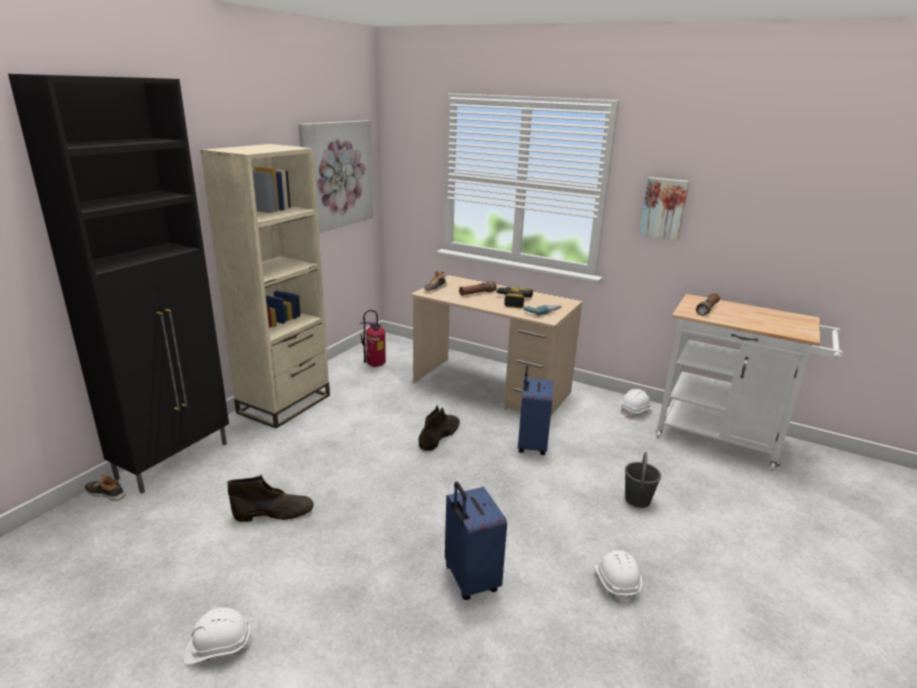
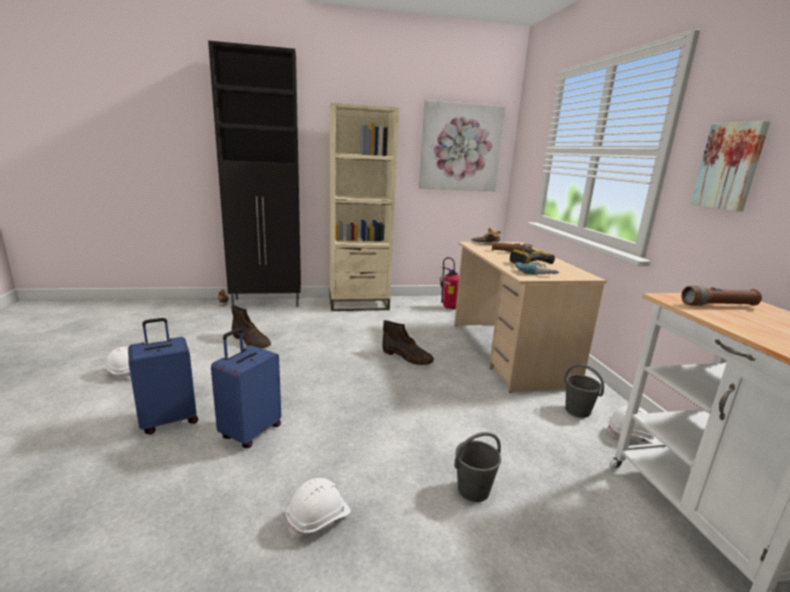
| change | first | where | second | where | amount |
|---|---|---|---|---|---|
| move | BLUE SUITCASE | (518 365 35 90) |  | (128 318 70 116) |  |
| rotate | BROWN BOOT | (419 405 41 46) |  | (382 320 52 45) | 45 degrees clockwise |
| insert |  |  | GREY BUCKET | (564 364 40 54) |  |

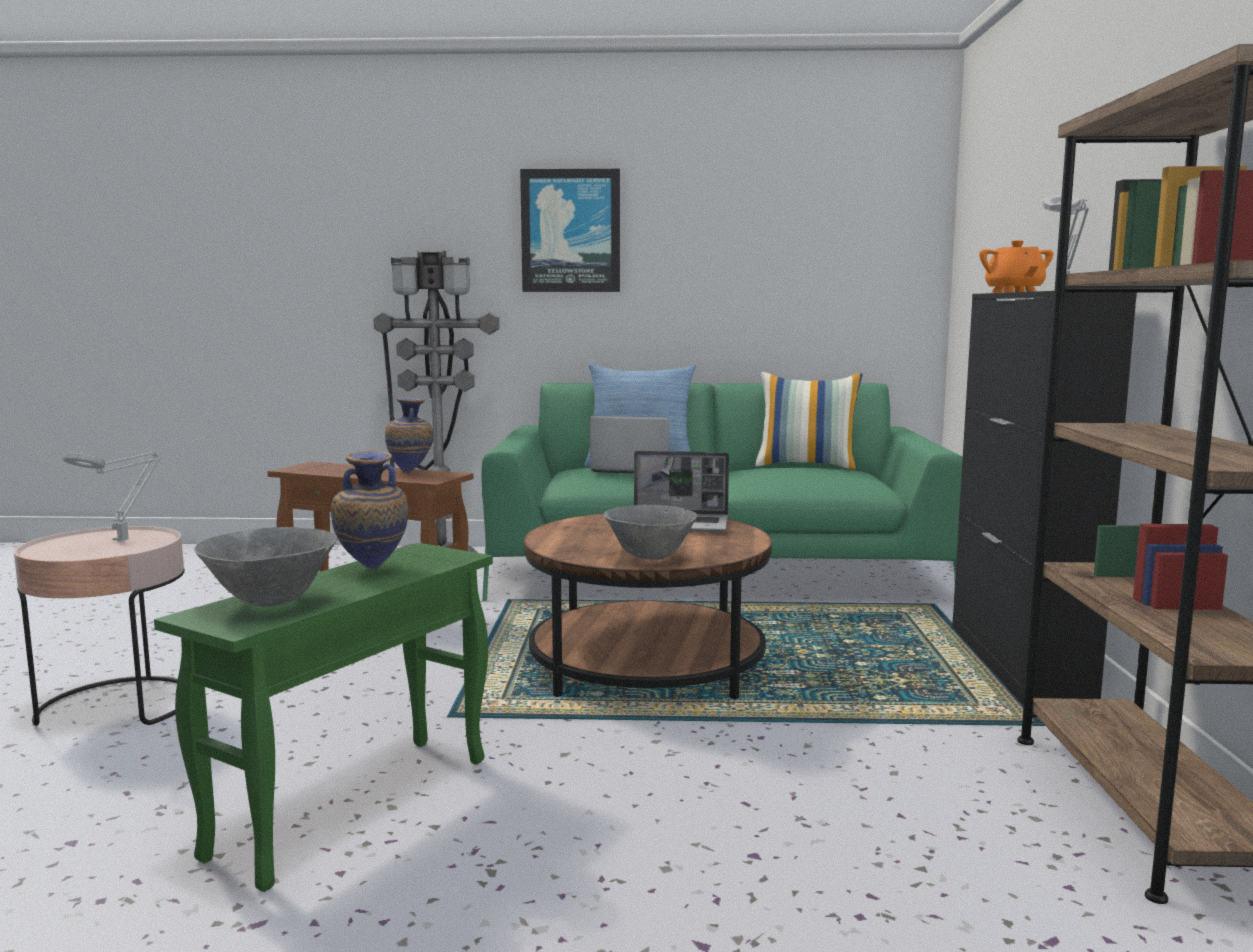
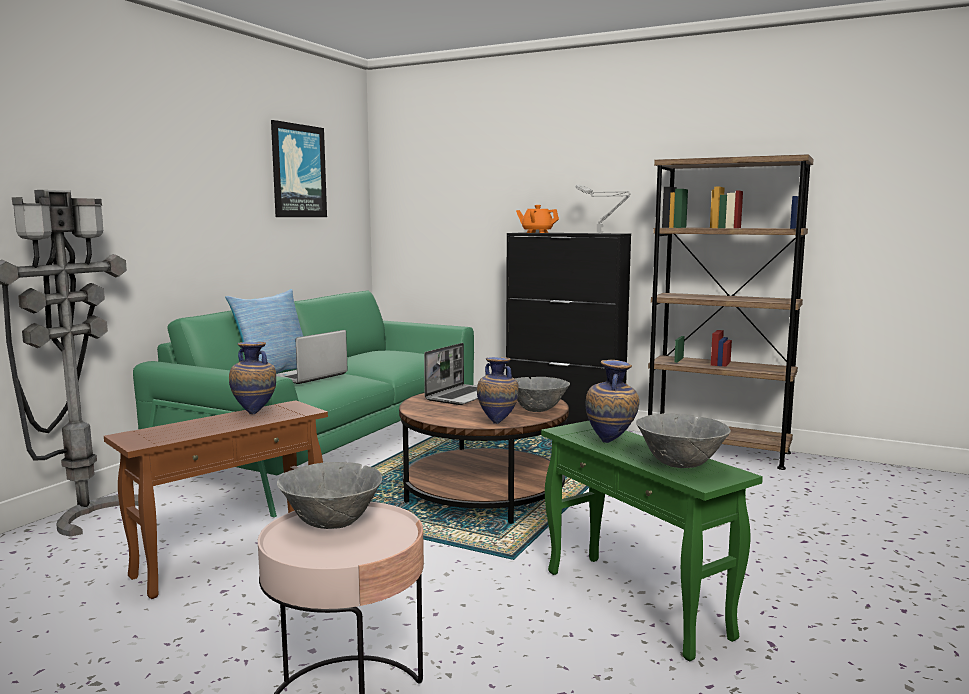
| change | first | where | second | where | amount |
|---|---|---|---|---|---|
| move | PICTURE | (520 169 100 123) |  | (271 120 56 97) |  |
| replace | GREY TABLE LAMP | (63 452 98 89) | GREY BOWL | (277 462 105 67) |  |
| insert |  |  | VASE | (477 357 42 67) |  |
| delete | PILLOW | (755 372 108 98) |  |  |  |

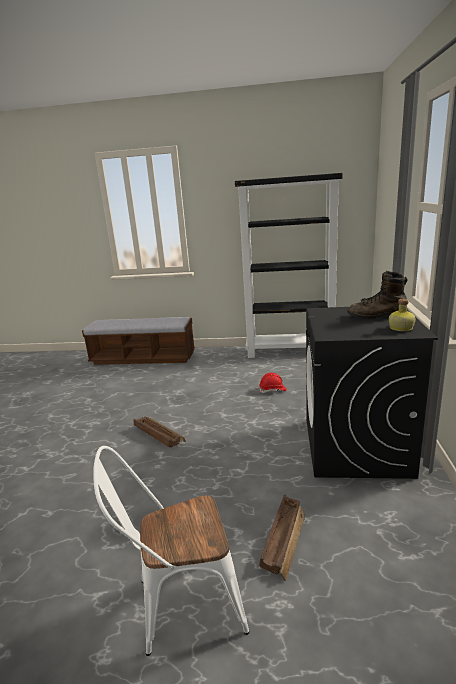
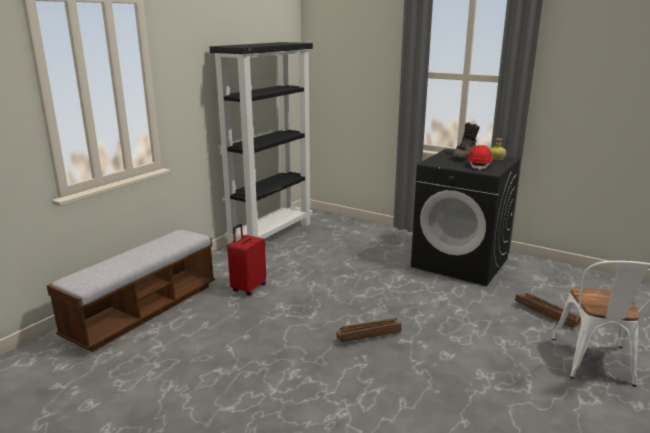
| change | first | where | second | where | amount |
|---|---|---|---|---|---|
| insert |  |  | RED SUITCASE | (227 224 39 71) |  |
| move | RED HARD HAT | (259 373 28 20) |  | (468 145 25 25) |  |

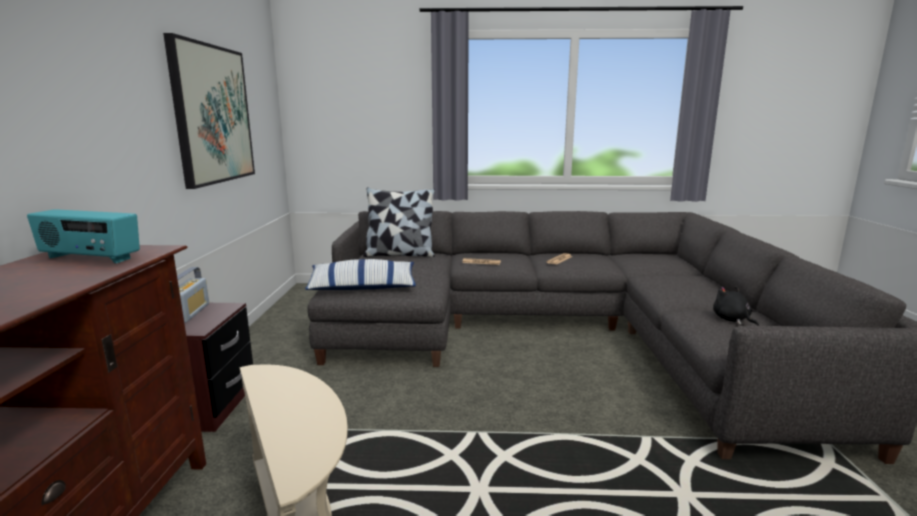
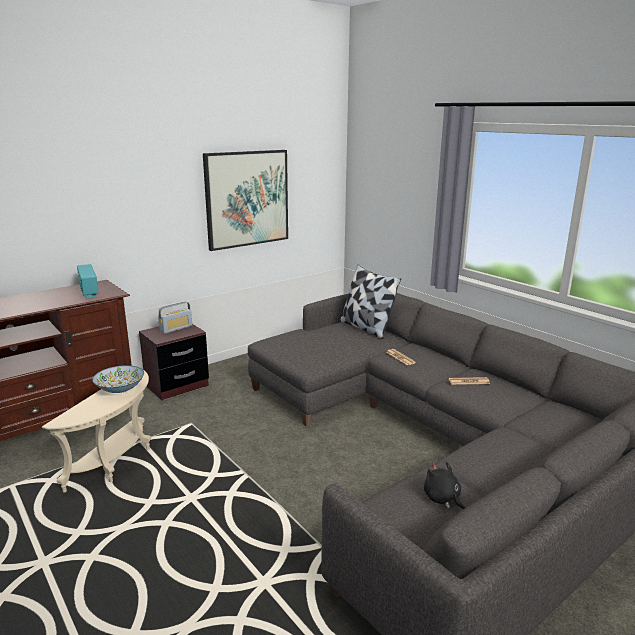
| change | first | where | second | where | amount |
|---|---|---|---|---|---|
| insert |  |  | BOWL | (92 365 52 28) |  |
| rotate | BLACK PLUSH TOY | (713 286 46 40) |  | (424 462 41 47) | 60 degrees counterclockwise |
| delete | PILLOW | (305 259 111 31) |  |  |  |

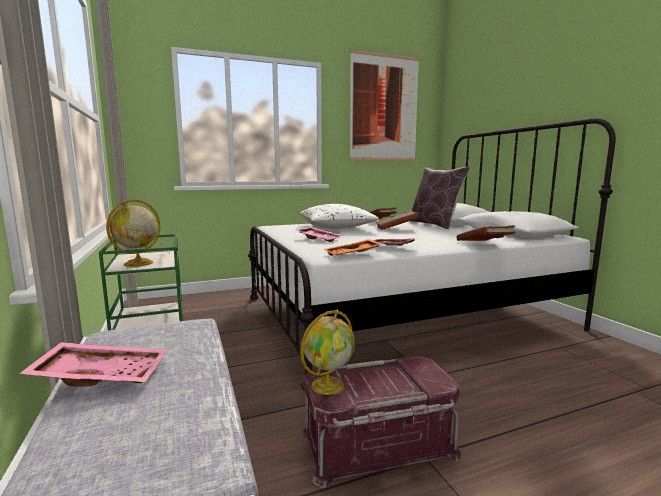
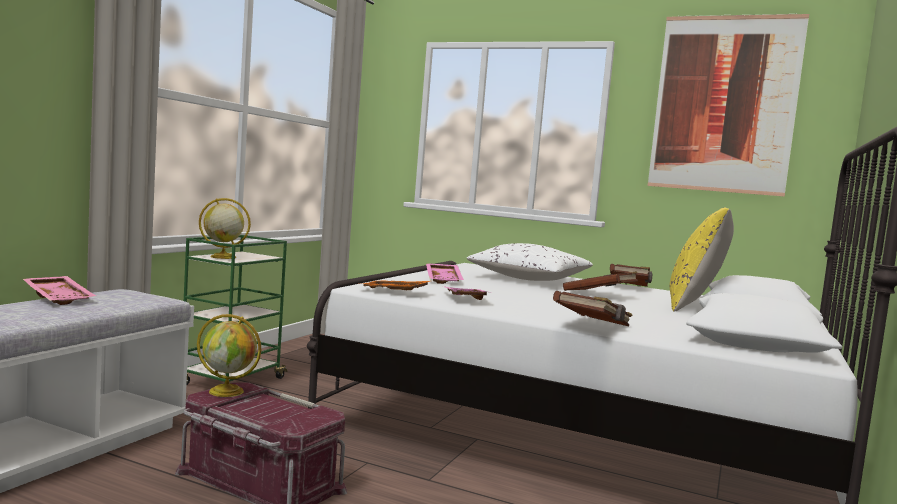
| change | first | where | second | where | amount |
|---|---|---|---|---|---|
| recolor | BROWN PILLOW | (411 167 59 62) | YELLOW PILLOW | (669 208 65 104) |  |

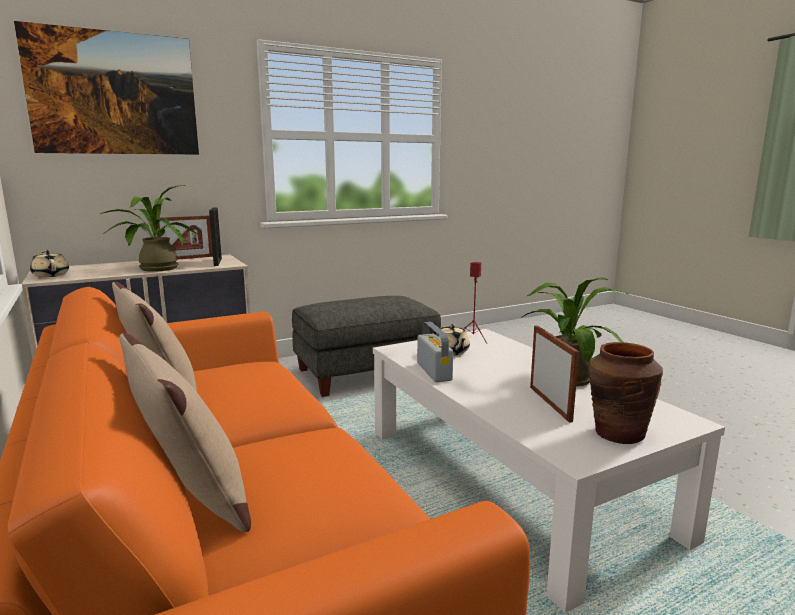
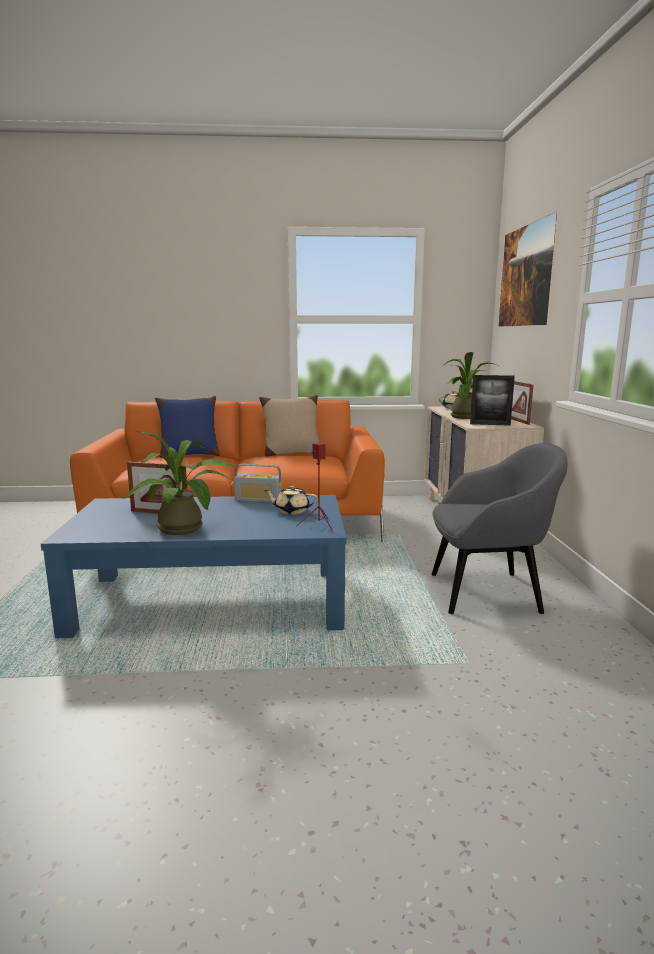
| change | first | where | second | where | amount |
|---|---|---|---|---|---|
| recolor | WHITE COFFEE TABLE | (373 329 352 284) | BLUE COFFEE TABLE | (41 495 306 143) |  |
| recolor | BEIGE PILLOW | (120 333 131 199) | BLUE PILLOW | (155 396 65 62) |  |
| replace | GREY OTTOMAN | (292 296 149 101) | GREY ARMCHAIR | (432 443 135 171) |  |
| delete | BROWN VASE | (589 342 74 102) |  |  |  |

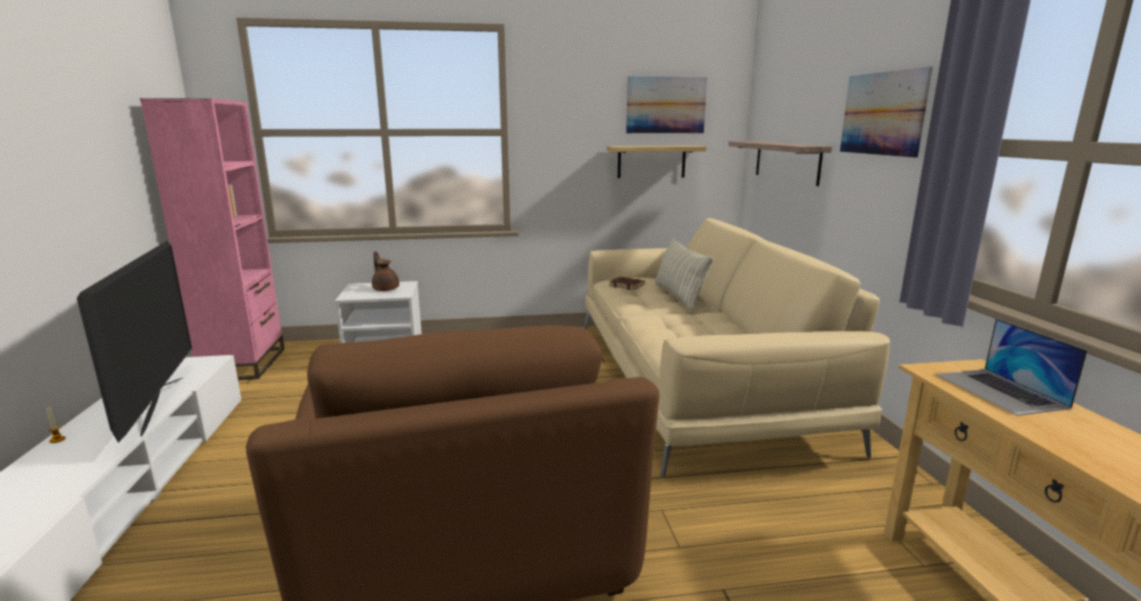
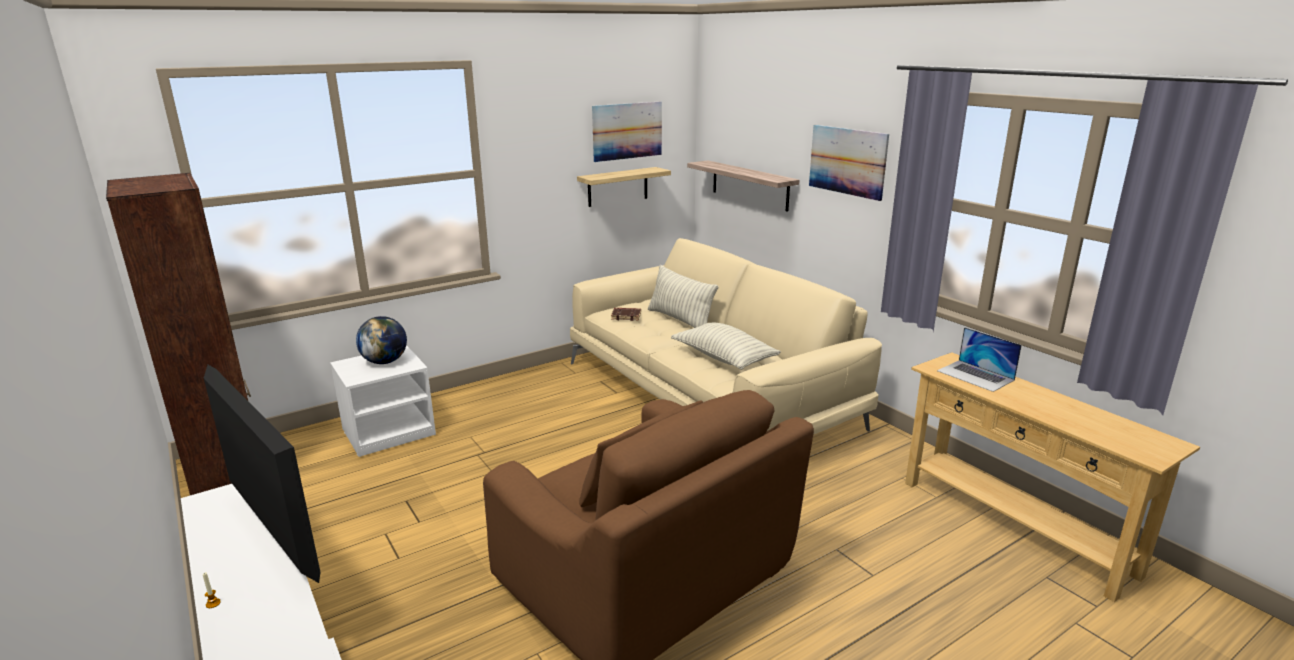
| change | first | where | second | where | amount |
|---|---|---|---|---|---|
| recolor | PINK BOOKCASE | (140 98 144 282) | BROWN BOOKCASE | (106 173 145 322) |  |
| replace | BROWN TEAPOT | (372 251 27 40) | GLOBE | (356 316 51 48) |  |
| insert |  |  | PILLOW | (671 323 110 47) |  |

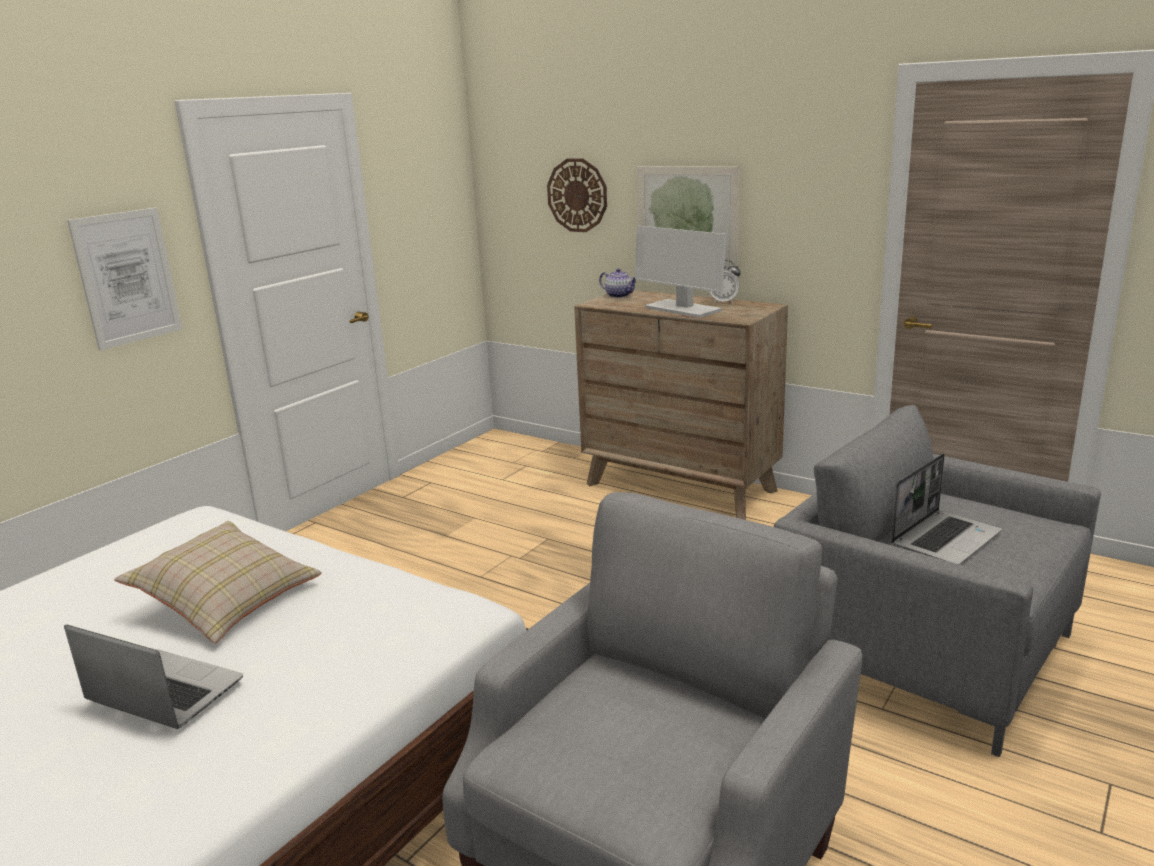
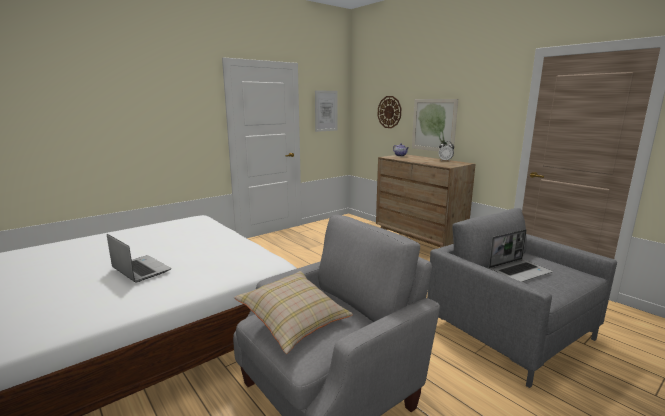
| change | first | where | second | where | amount |
|---|---|---|---|---|---|
| move | BEIGE PILLOW | (114 521 208 123) |  | (234 271 119 83) |  |
| move | PICTURE | (67 208 115 142) |  | (315 90 23 42) |  |
| delete | MONITOR | (635 226 91 92) |  |  |  |

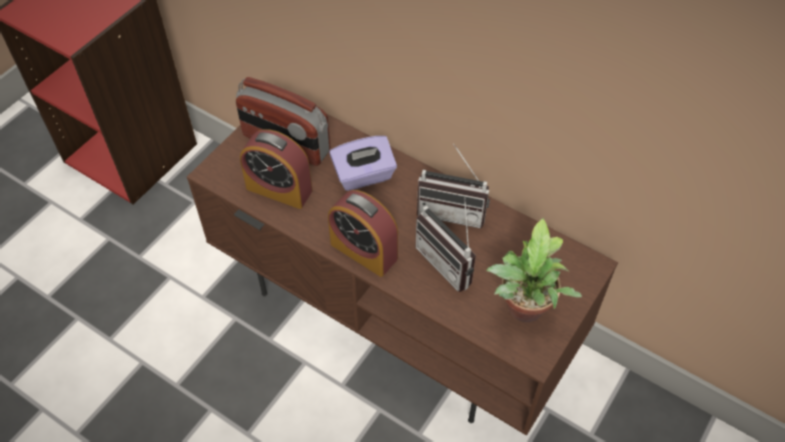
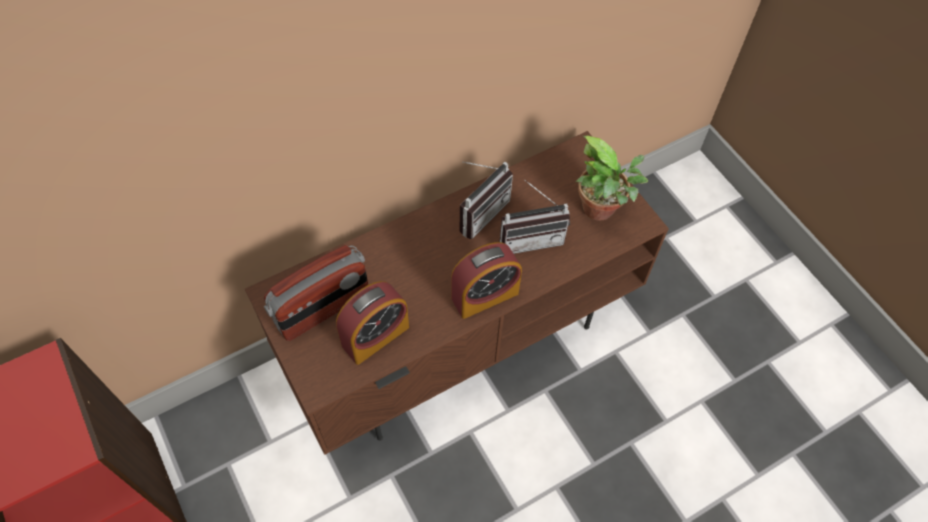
| change | first | where | second | where | amount |
|---|---|---|---|---|---|
| delete | PURPLE TISSUE BOX | (329 136 68 55) |  |  |  |

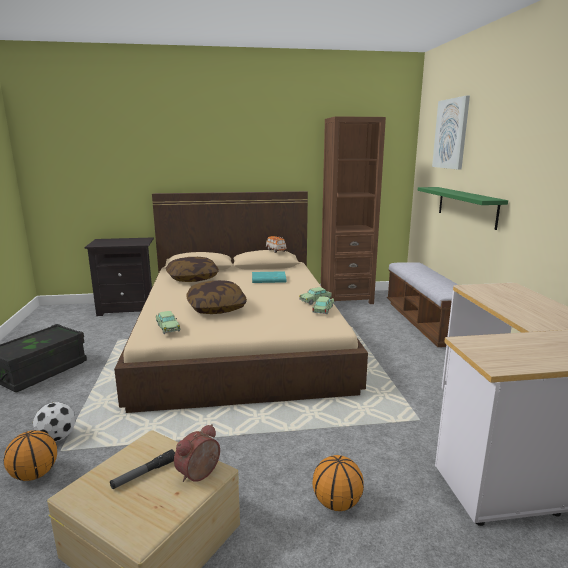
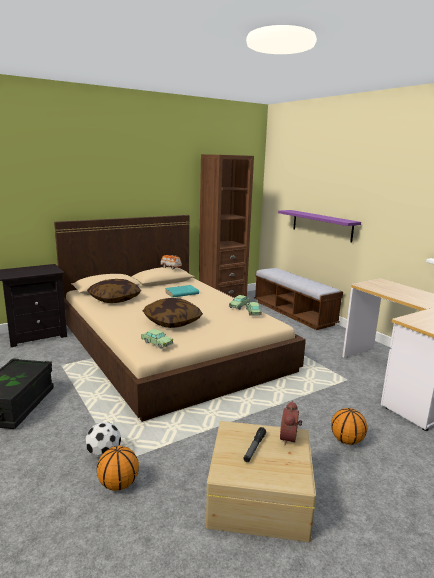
| change | first | where | second | where | amount |
|---|---|---|---|---|---|
| recolor | GREEN SHELF | (418 187 90 43) | PURPLE SHELF | (278 210 83 32) |  |
| delete | PICTURE | (432 96 38 73) |  |  |  |

